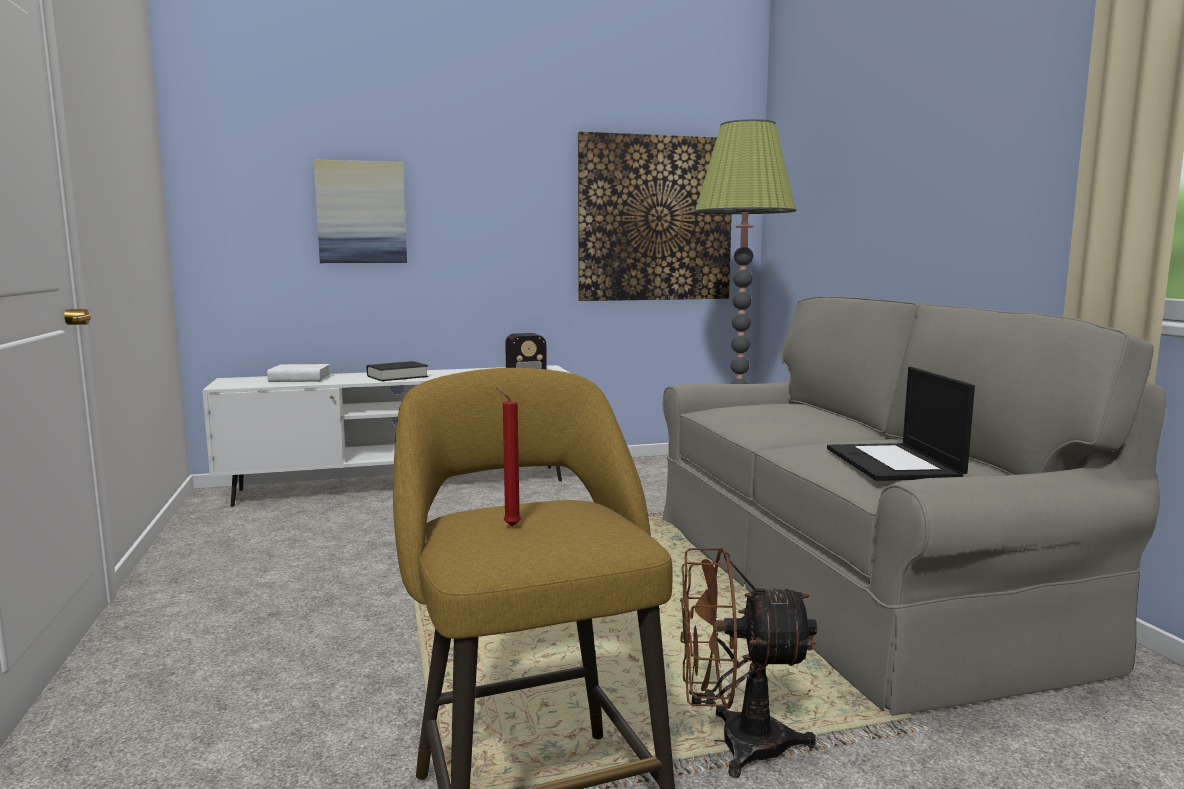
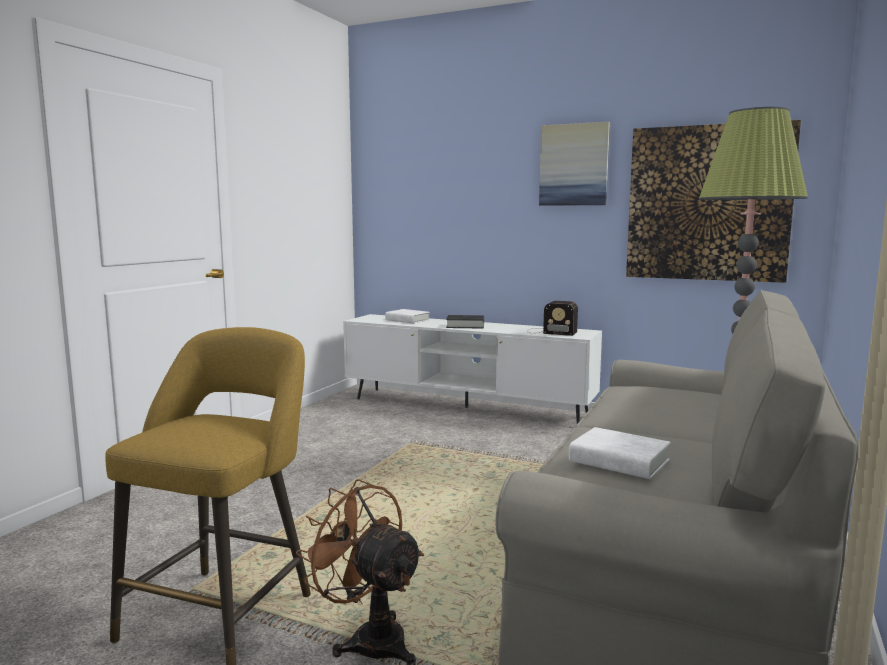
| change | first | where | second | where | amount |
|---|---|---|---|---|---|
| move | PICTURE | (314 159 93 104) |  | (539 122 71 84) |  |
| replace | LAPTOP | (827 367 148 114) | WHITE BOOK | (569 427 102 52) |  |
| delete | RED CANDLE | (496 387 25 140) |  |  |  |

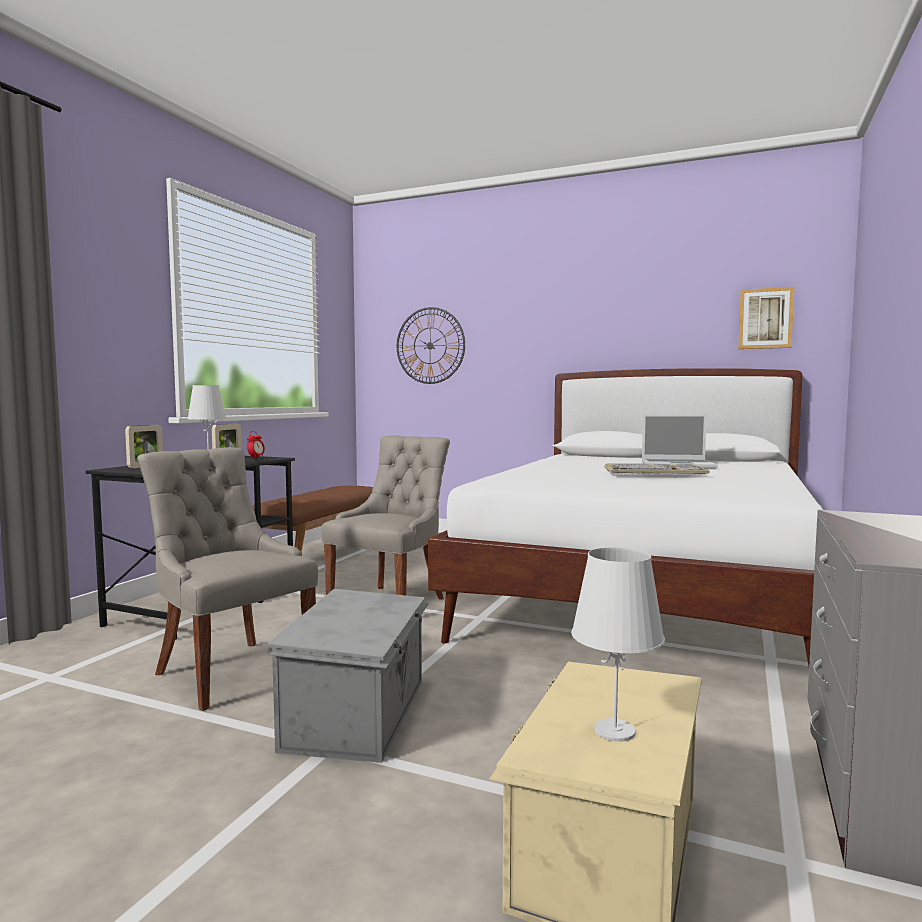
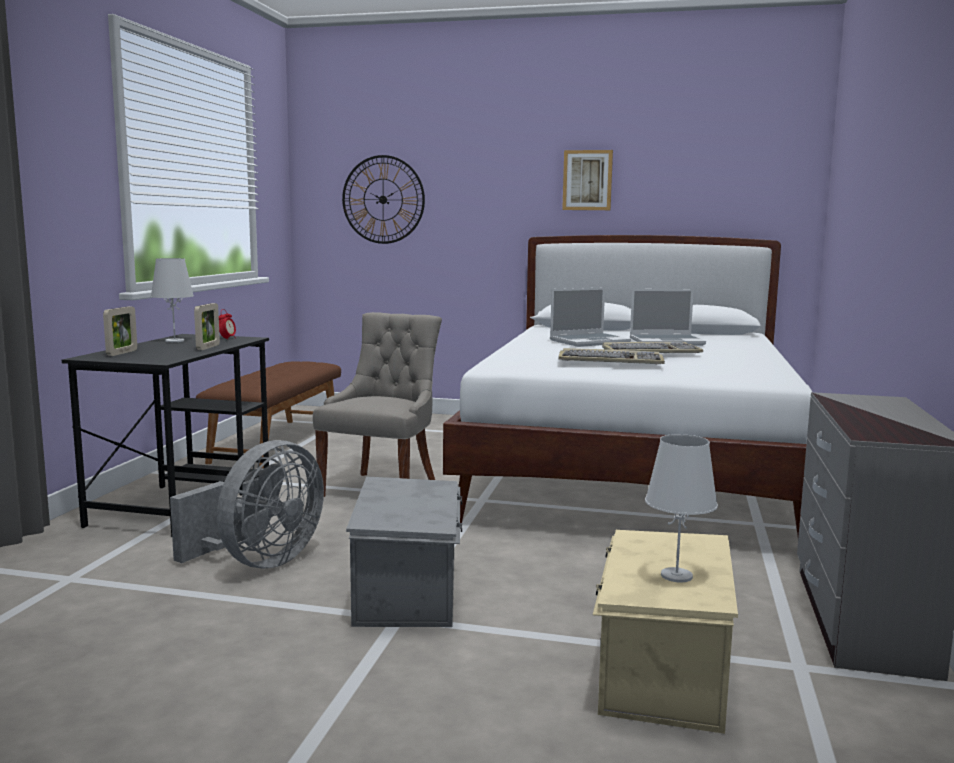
| change | first | where | second | where | amount |
|---|---|---|---|---|---|
| replace | GREY CHAIR | (137 447 181 264) | GREY FAN | (170 440 154 129) |  |
| insert |  |  | LAPTOP | (550 288 81 59) |  |
| insert |  |  | KEYBOARD | (559 348 106 16) |  |
| move | PICTURE | (738 287 56 62) |  | (562 150 51 60) |  |

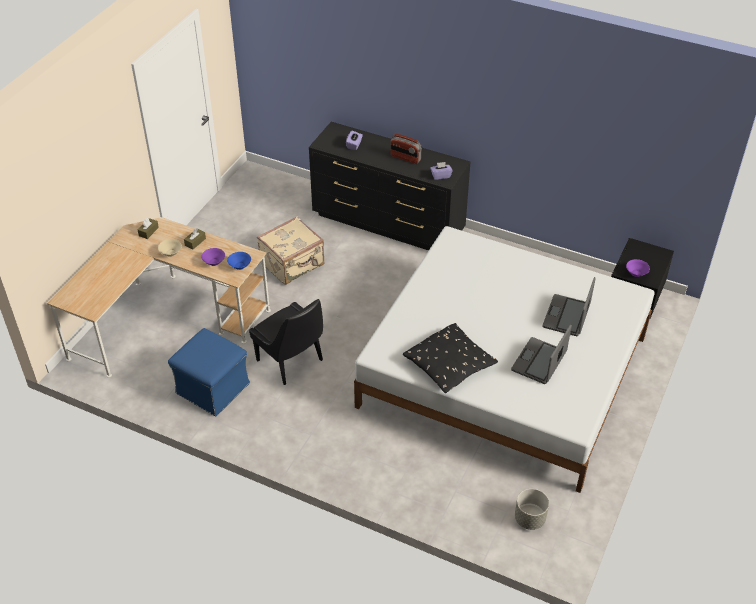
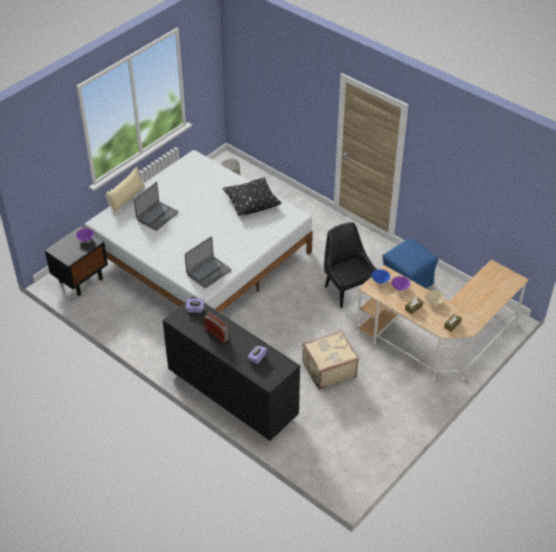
| change | first | where | second | where | amount |
|---|---|---|---|---|---|
| insert |  |  | BEIGE PILLOW | (105 167 40 46) |  |
| move | LAPTOP | (511 325 61 59) |  | (185 236 46 52) |  |

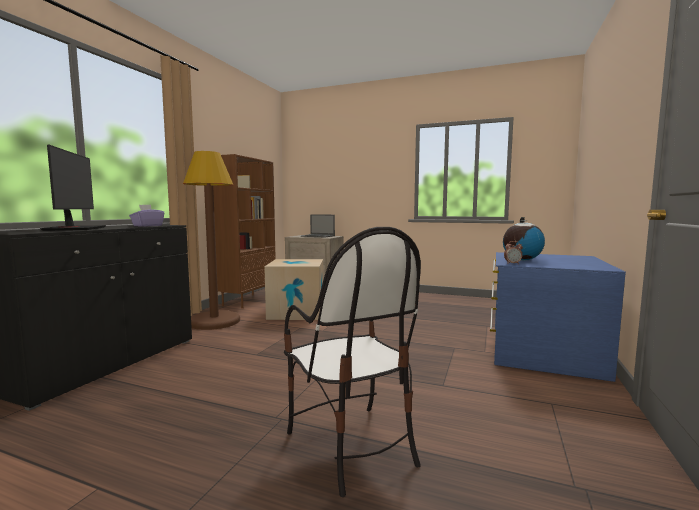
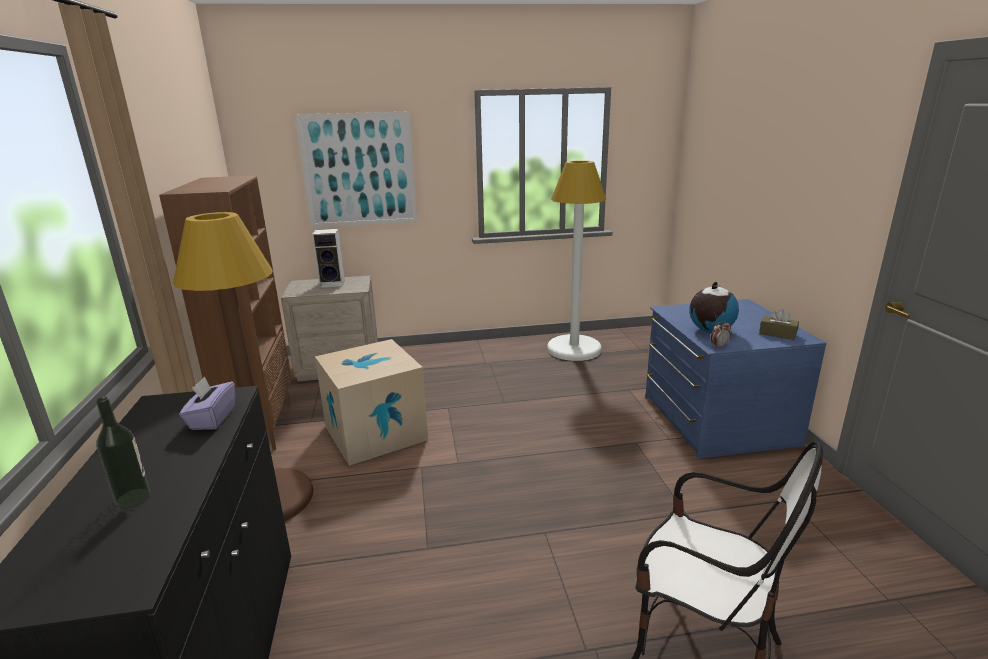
| change | first | where | second | where | amount |
|---|---|---|---|---|---|
| replace | MONITOR | (40 144 66 87) | BOTTLE | (96 397 55 111) |  |
| insert |  |  | PICTURE | (295 111 123 117) |  |
| replace | LAPTOP | (301 214 34 24) | SPEAKER | (312 229 33 59) |  |
| insert |  |  | WHITE FLOOR LAMP | (547 160 59 201) |  |
| insert |  |  | BROWN TISSUE BOX | (759 309 40 31) |  |

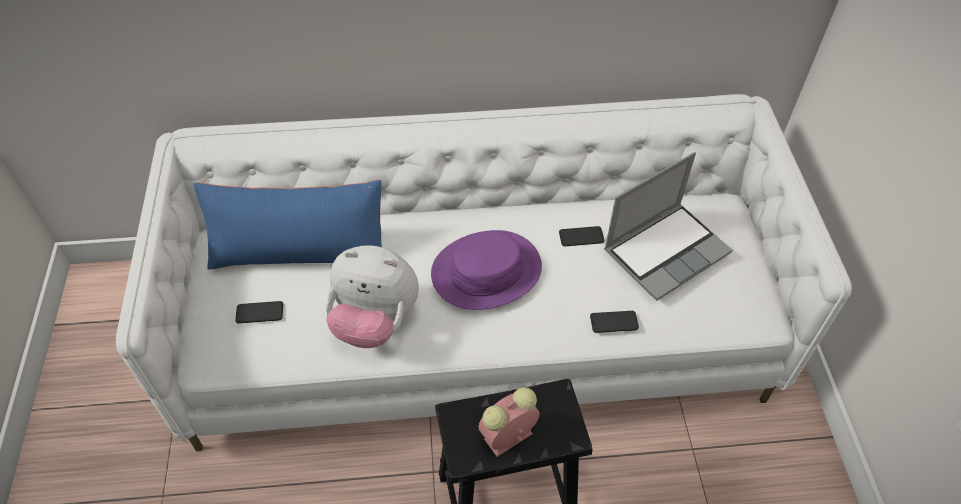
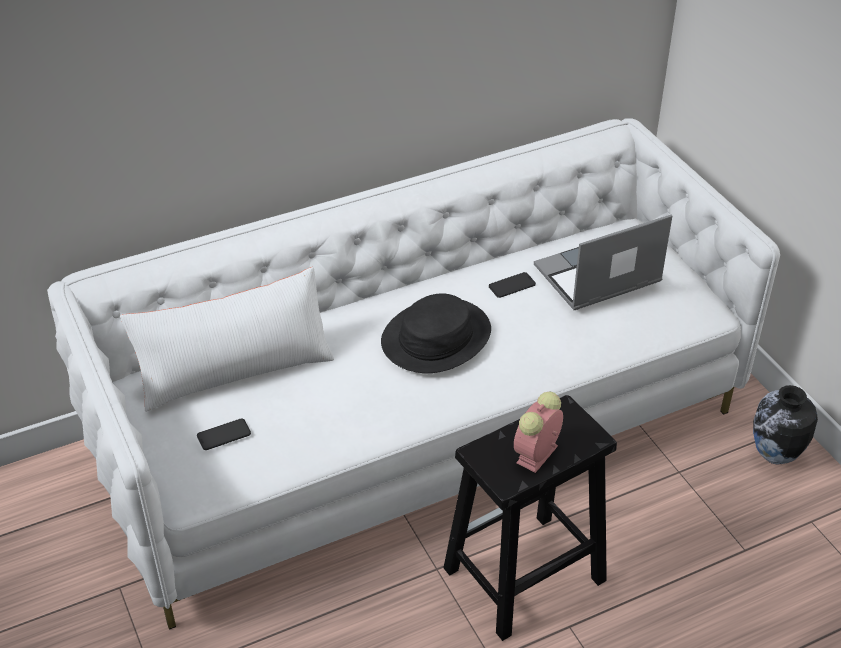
| change | first | where | second | where | amount |
|---|---|---|---|---|---|
| recolor | BLUE PILLOW | (194 180 188 90) | WHITE PILLOW | (120 267 214 145) |  |
| recolor | PURPLE HAT | (431 230 111 80) | BLACK HAT | (381 294 110 79) |  |
| rotate | LAPTOP | (604 152 129 149) |  | (534 214 138 96) | 150 degrees counterclockwise |
| insert |  |  | VASE | (753 385 65 80) |  |
| delete | PLUSH TOY | (326 245 93 103) |  |  |  |
| delete | PHONE | (590 311 49 22) |  |  |  |

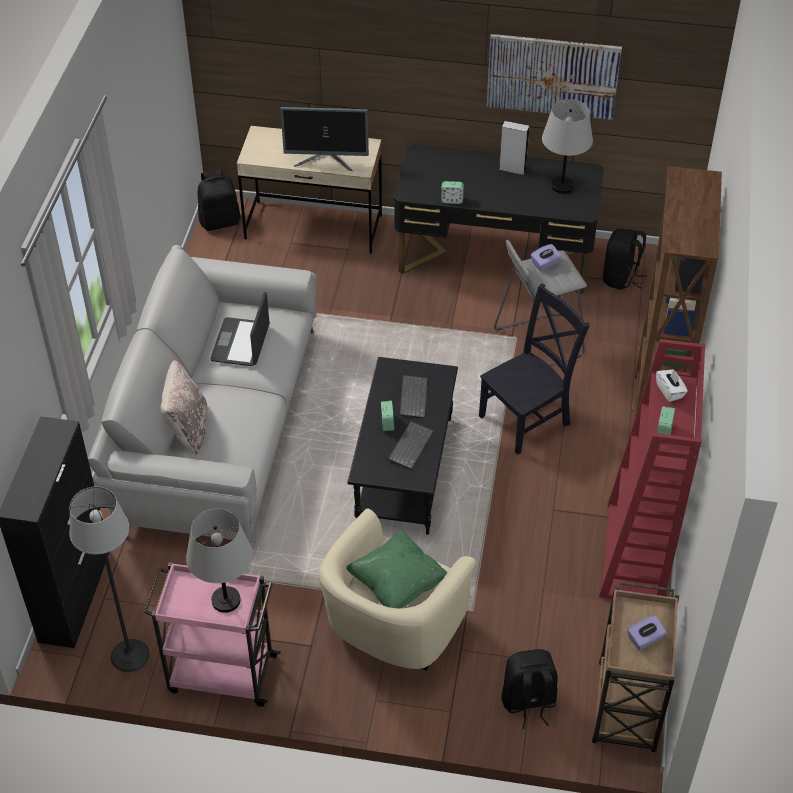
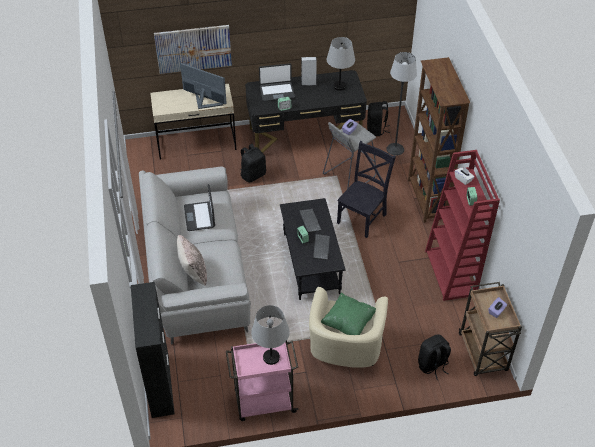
| change | first | where | second | where | amount |
|---|---|---|---|---|---|
| move | PICTURE | (487 34 135 86) |  | (154 25 78 49) |  |
| rotate | MONITOR | (281 107 88 64) |  | (180 63 47 46) | 135 degrees counterclockwise |
| move | BLACK BACKPACK | (197 169 44 62) |  | (240 144 26 38) |  |
| insert |  |  | LAPTOP | (259 63 36 38) |  |
| move | FLOOR LAMP | (69 487 81 185) |  | (386 52 31 104) |  |

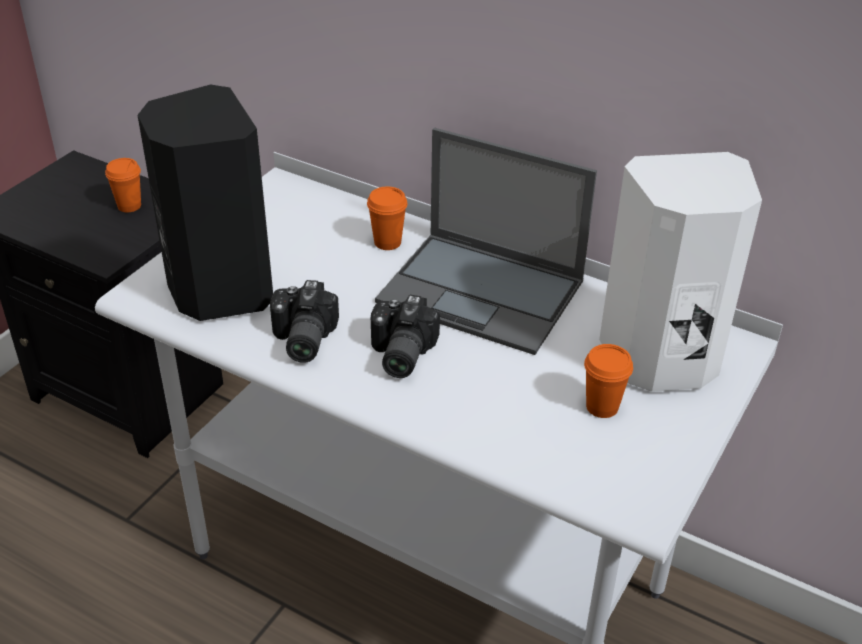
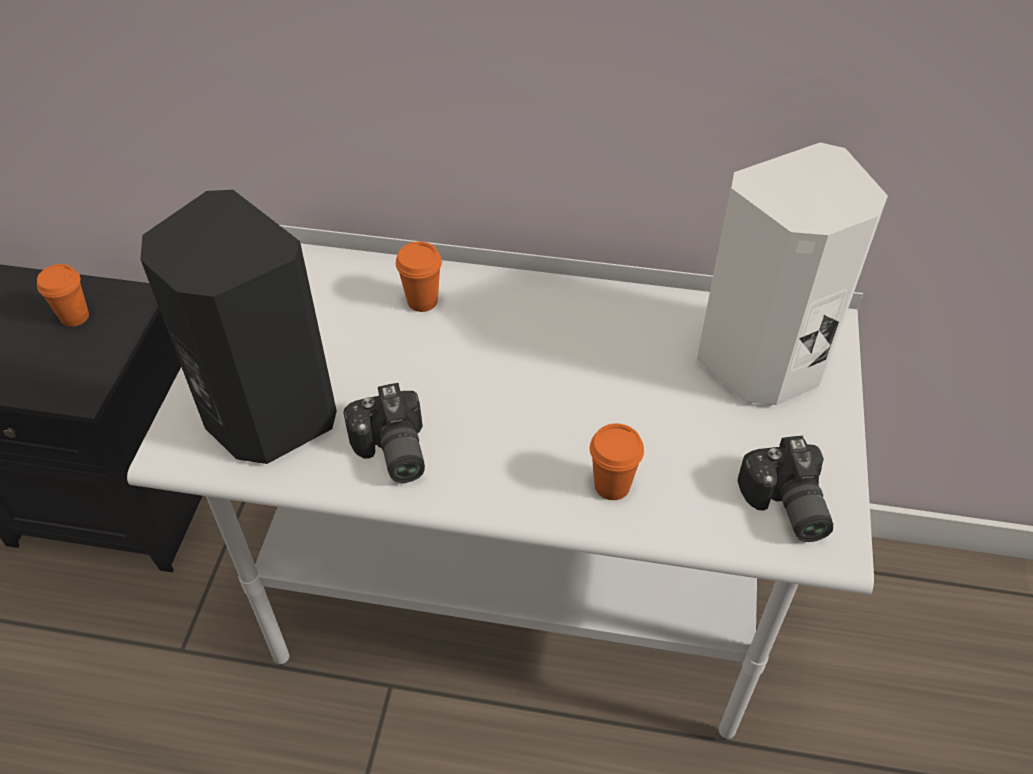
| change | first | where | second | where | amount |
|---|---|---|---|---|---|
| move | ORANGE CUP | (584 344 49 74) |  | (590 423 54 77) |  |
| move | PHOTO CAMERA | (371 295 69 83) |  | (738 436 95 106) |  |
| delete | LAPTOP | (375 128 222 227) |  |  |  |

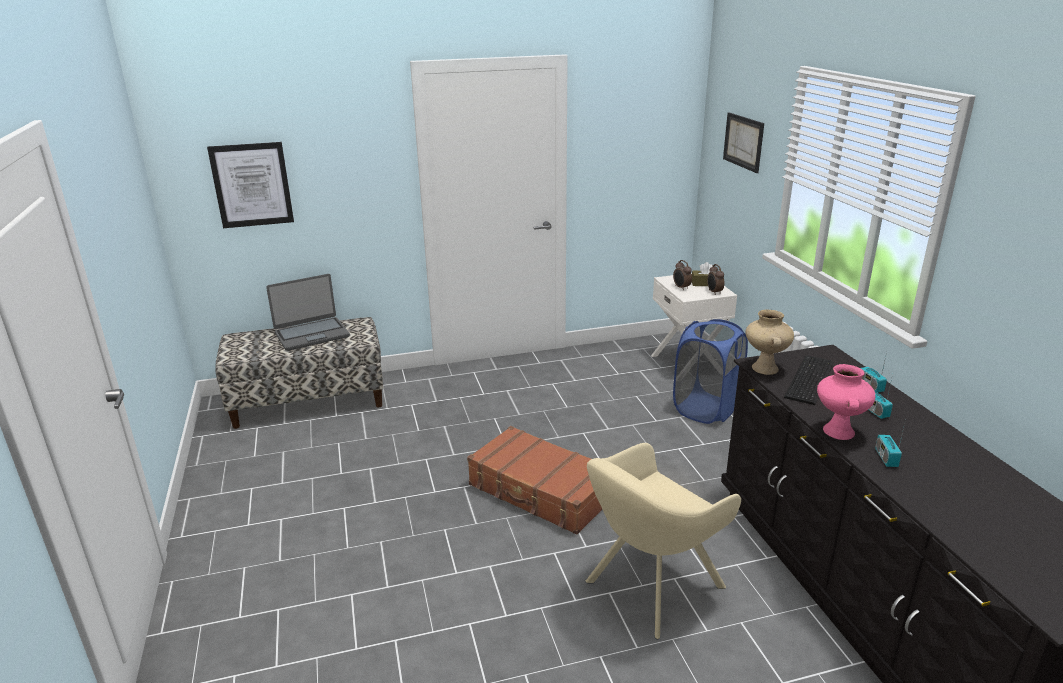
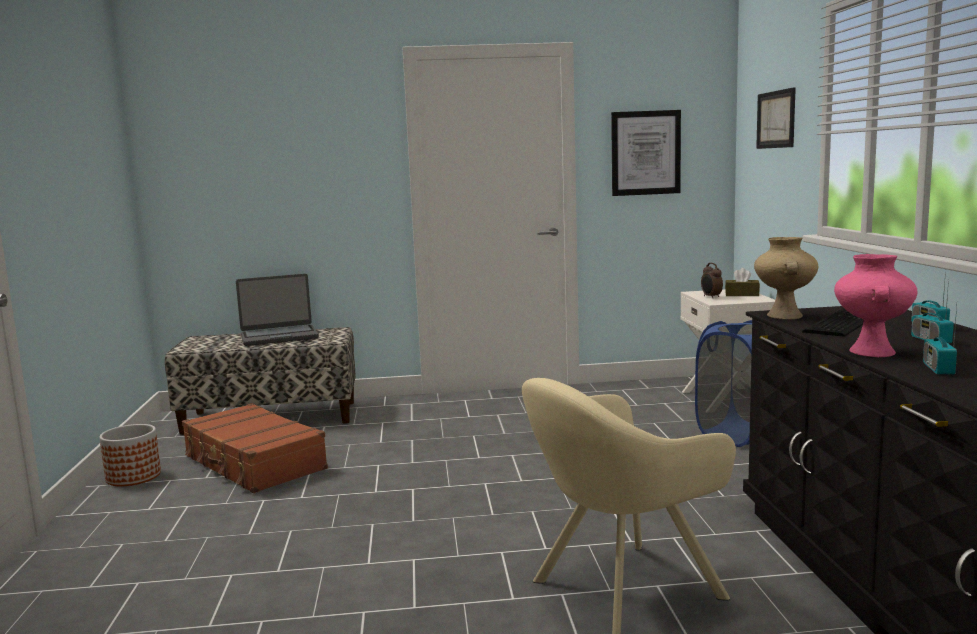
| change | first | where | second | where | amount |
|---|---|---|---|---|---|
| insert |  |  | PLANTER | (99 424 62 62) |  |
| move | BROWN SUITCASE | (467 426 135 109) |  | (182 403 146 90) |  |
| move | PICTURE | (207 142 87 86) |  | (611 110 70 86) |  |
| delete | ALARM CLOCK | (707 264 18 31) |  |  |  |

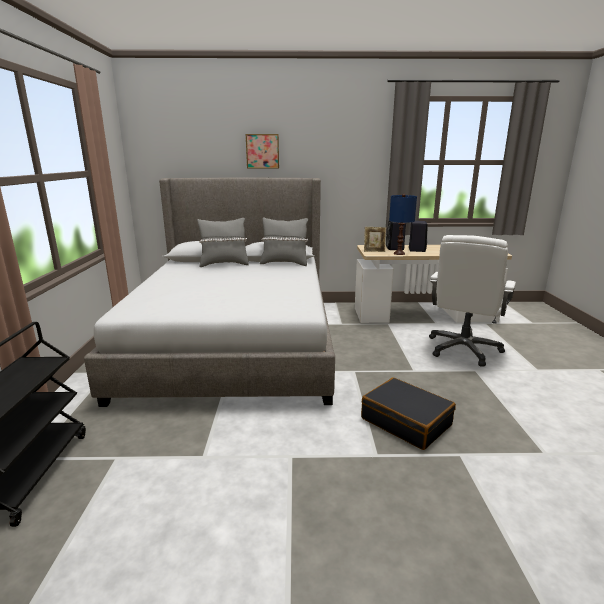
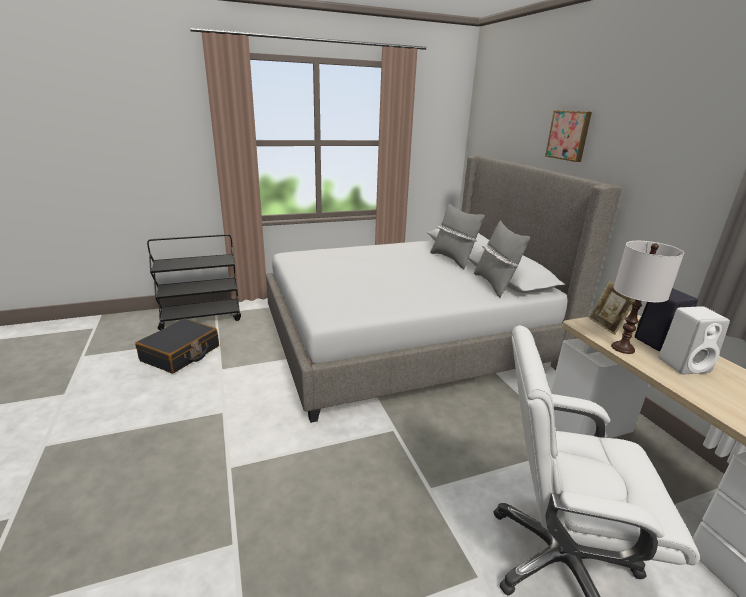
| change | first | where | second | where | amount |
|---|---|---|---|---|---|
| move | BLACK SUITCASE | (361 378 95 72) |  | (135 318 84 56) |  |
| recolor | BLUE TABLE LAMP | (389 194 28 61) | WHITE TABLE LAMP | (611 241 73 113) |  |
| recolor | BLACK SPEAKER | (409 221 19 31) | WHITE SPEAKER | (659 306 71 69) |  |

